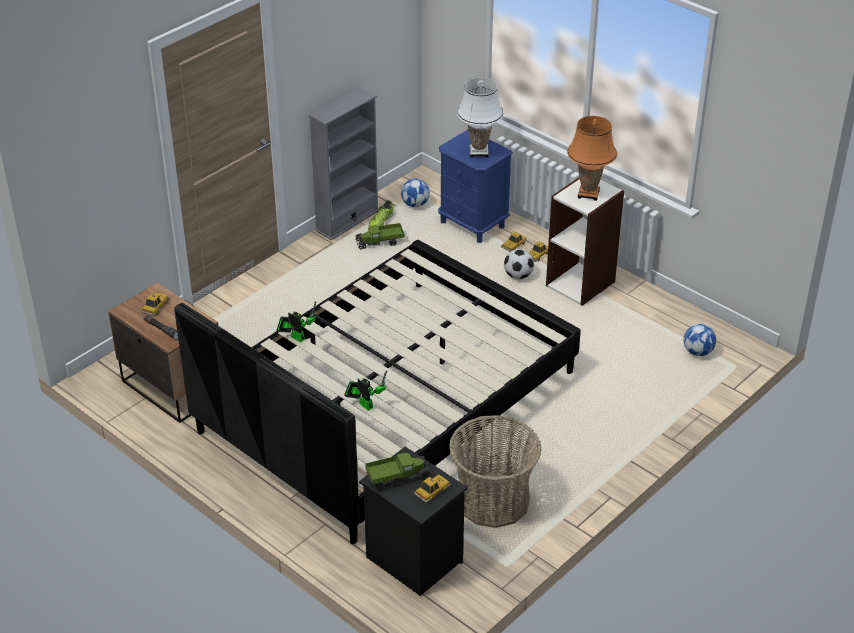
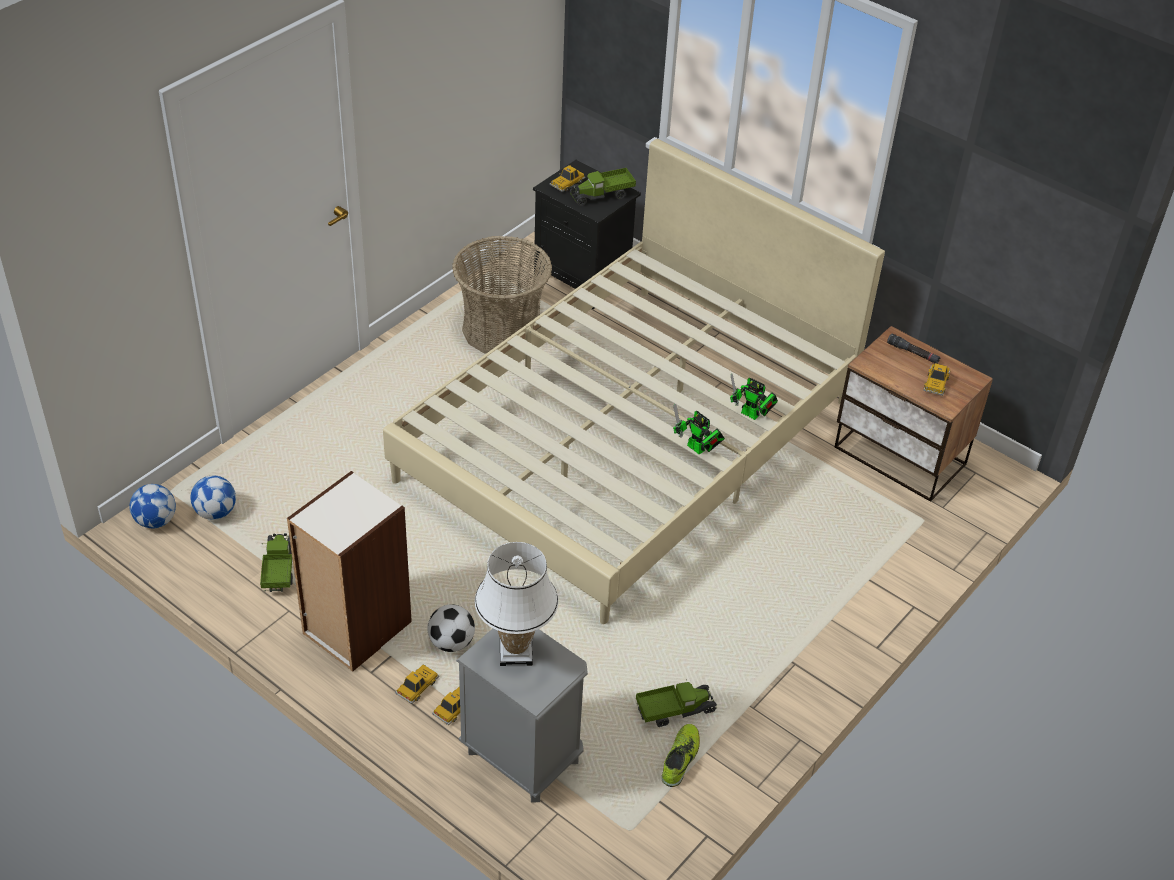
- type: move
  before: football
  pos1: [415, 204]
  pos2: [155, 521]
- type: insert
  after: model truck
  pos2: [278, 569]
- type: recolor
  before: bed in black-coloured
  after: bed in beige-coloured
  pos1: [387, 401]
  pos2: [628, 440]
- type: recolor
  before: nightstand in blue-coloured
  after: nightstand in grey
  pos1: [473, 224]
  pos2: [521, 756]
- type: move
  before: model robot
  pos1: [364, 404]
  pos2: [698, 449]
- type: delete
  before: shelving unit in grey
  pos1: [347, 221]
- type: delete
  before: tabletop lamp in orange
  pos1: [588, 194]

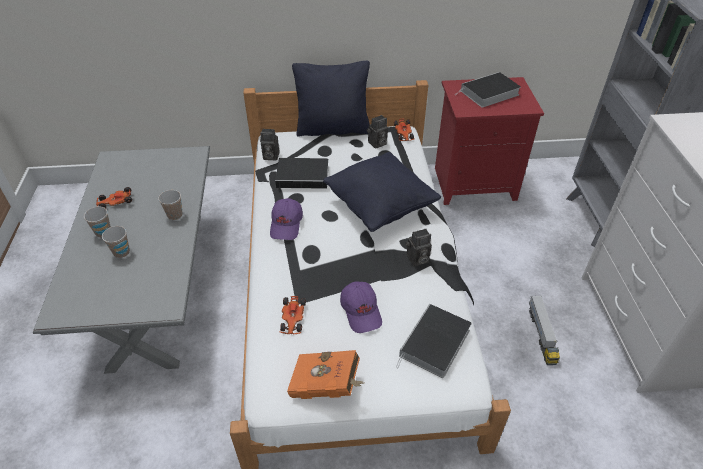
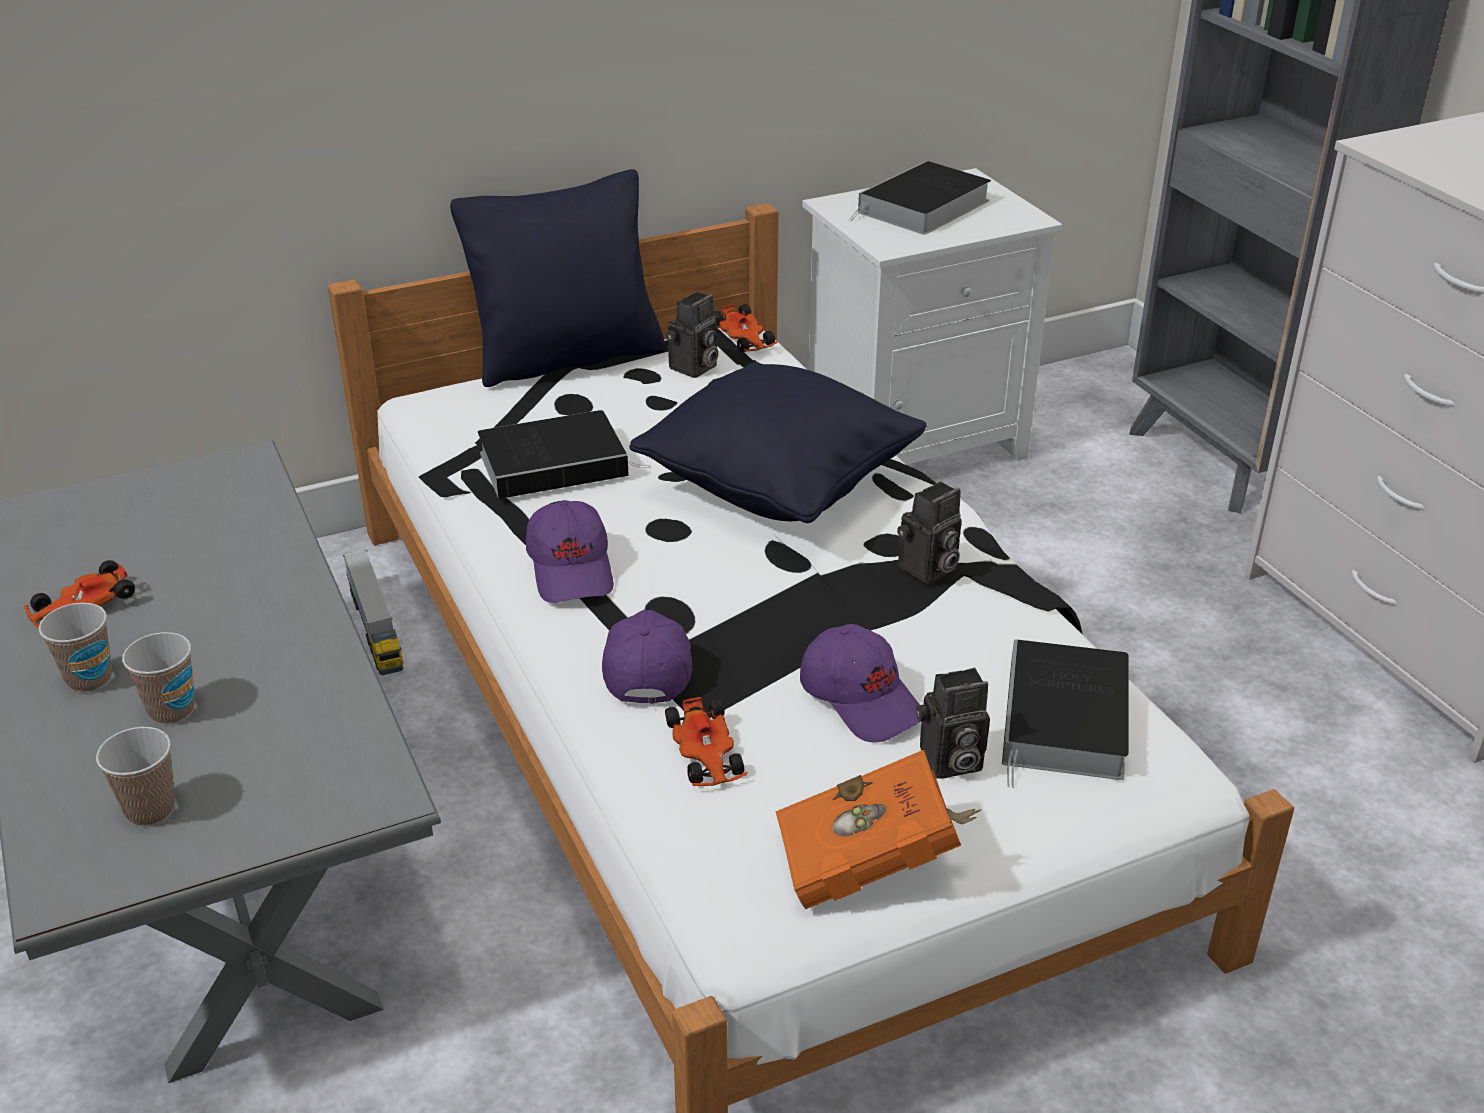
- type: move
  before: drinking cup
  pos1: [175, 215]
  pos2: [150, 810]
- type: move
  before: model truck
  pos1: [541, 334]
  pos2: [375, 628]
- type: insert
  after: baseball cap in purplish
  pos2: [647, 667]
- type: recolor
  before: nightstand in reddish
  after: nightstand in whitish
  pos1: [475, 183]
  pos2: [915, 443]
- type: move
  before: still camera
  pos1: [270, 156]
  pos2: [949, 762]

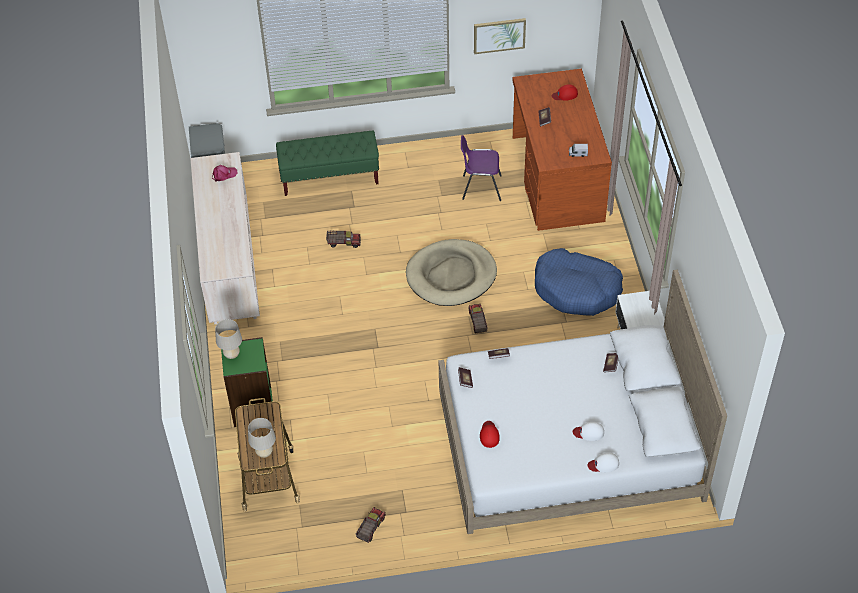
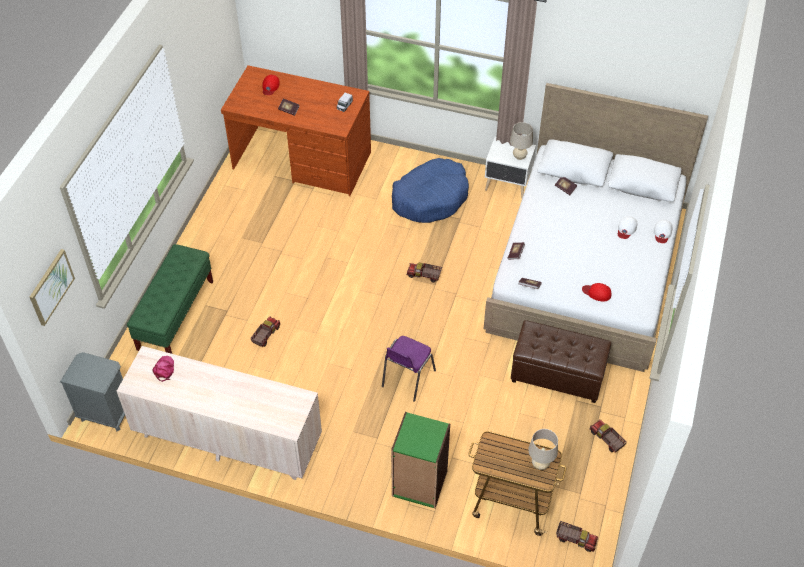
- type: move
  before: wall art
  pos1: [499, 35]
  pos2: [51, 286]
- type: move
  before: plain chair in purplish
  pos1: [480, 187]
  pos2: [407, 379]
- type: move
  before: tabletop lamp in beige-coloured
  pos1: [232, 355]
  pos2: [519, 157]
- type: insert
  after: pouffe in brown
  pos2: [557, 375]
- type: insert
  after: model truck
  pos2: [575, 539]
- type: delete
  before: dog bed in beige-coloured
  pos1: [451, 275]

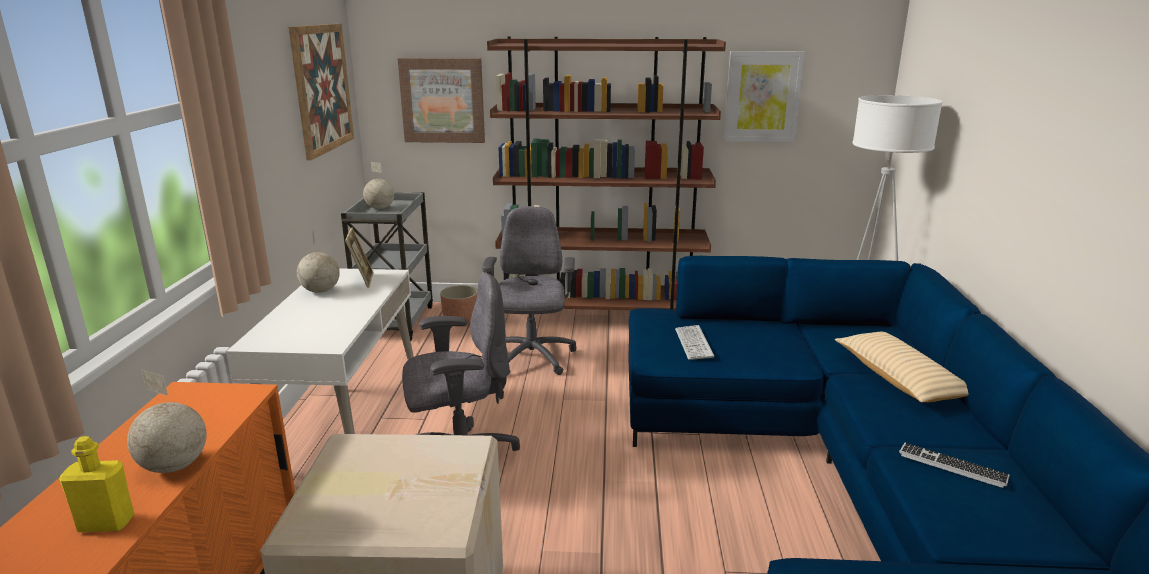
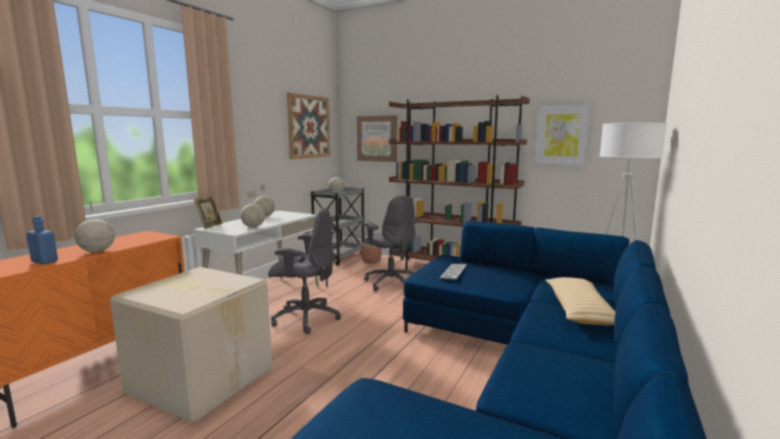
- type: recolor
  before: beverage bottle in yellowish
  after: beverage bottle in blue-coloured
  pos1: [106, 523]
  pos2: [44, 261]
- type: move
  before: picture frame
  pos1: [362, 280]
  pos2: [210, 226]
- type: insert
  after: globe
  pos2: [254, 227]
- type: rotate
  before: computer chair in grey
  pos1: [531, 358]
  pos2: [391, 282]
  turn: 120
- type: delete
  before: PC keyboard
  pos1: [952, 466]

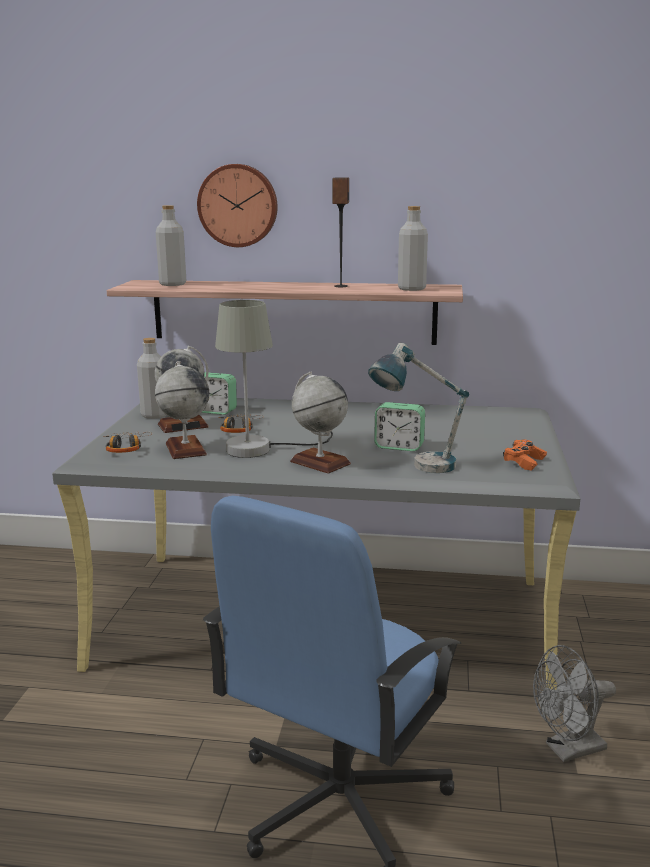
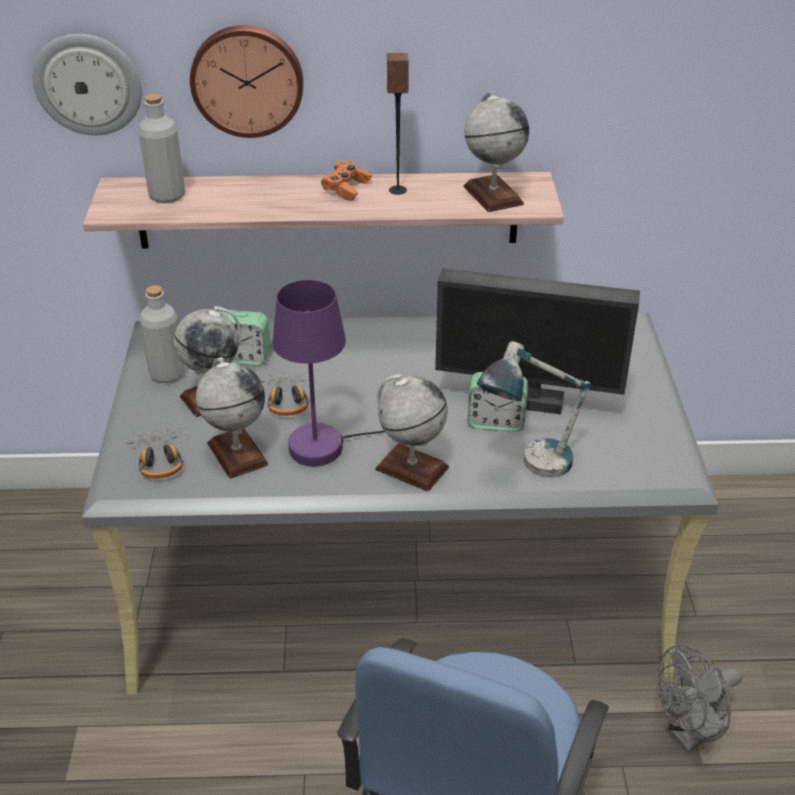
- type: insert
  after: wall clock
  pos2: [88, 84]
- type: recolor
  before: tabletop lamp in grey
  after: tabletop lamp in purplish
  pos1: [261, 448]
  pos2: [331, 442]
- type: move
  before: gamepad in orange
  pos1: [524, 462]
  pos2: [346, 189]
- type: insert
  after: computer display
  pos2: [527, 401]
- type: replace
  before: beverage bottle in grey
  after: globe
  pos1: [411, 289]
  pos2: [492, 195]

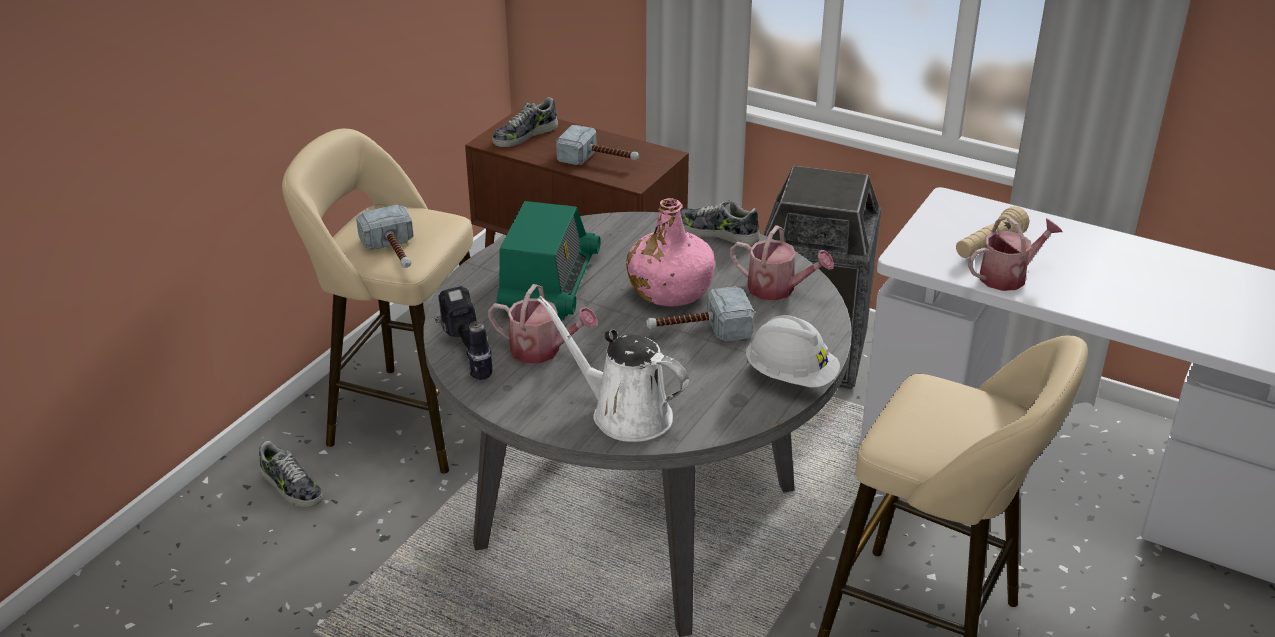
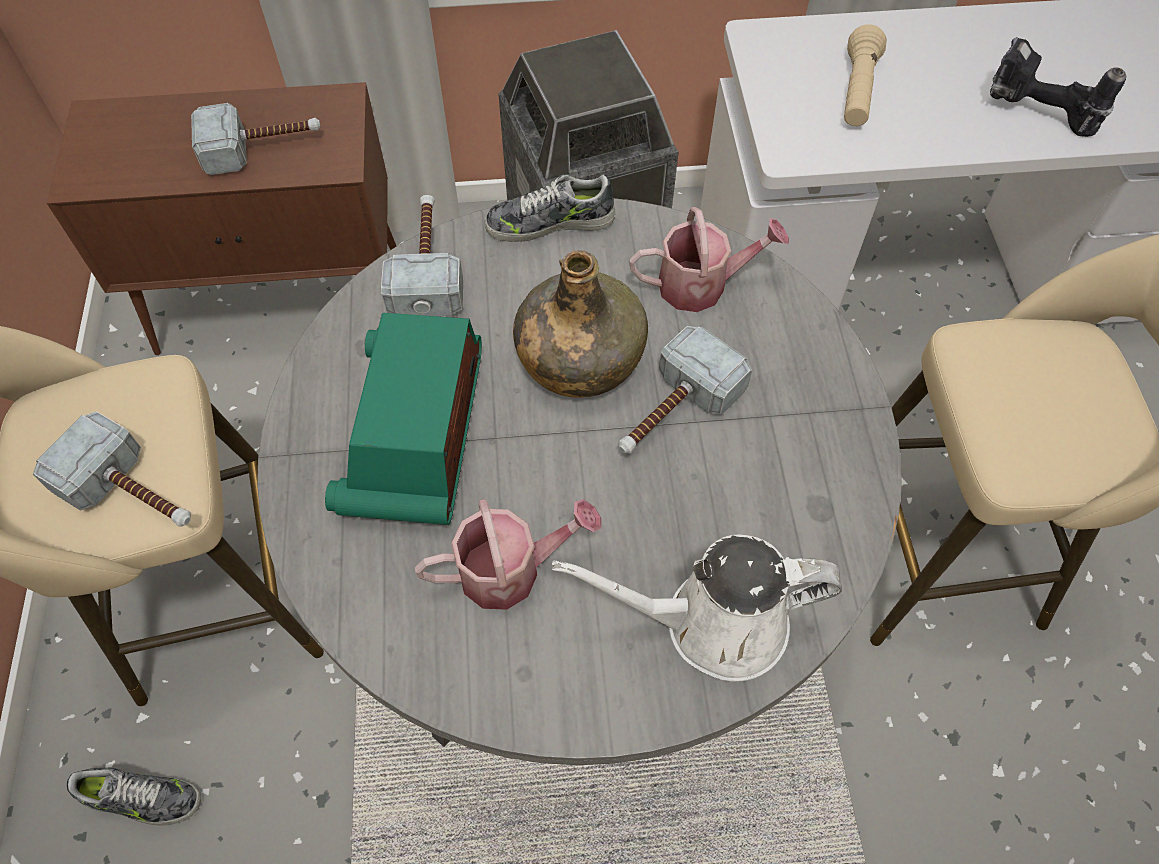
- type: rotate
  before: radio
  pos1: [549, 284]
  pos2: [415, 435]
  turn: -150
- type: insert
  after: tool hammer
  pos2: [427, 265]
- type: recolor
  before: beverage bottle in pink-coloured
  after: beverage bottle in greenish
  pos1: [670, 291]
  pos2: [579, 358]
- type: move
  before: drill
  pos1: [465, 353]
  pos2: [1034, 115]
- type: delete
  before: item of footwear
  pos1: [525, 135]
- type: delete
  before: hard hat in whitish
  pos1: [790, 376]
- type: delete
  before: sprinkling can
  pos1: [1008, 276]

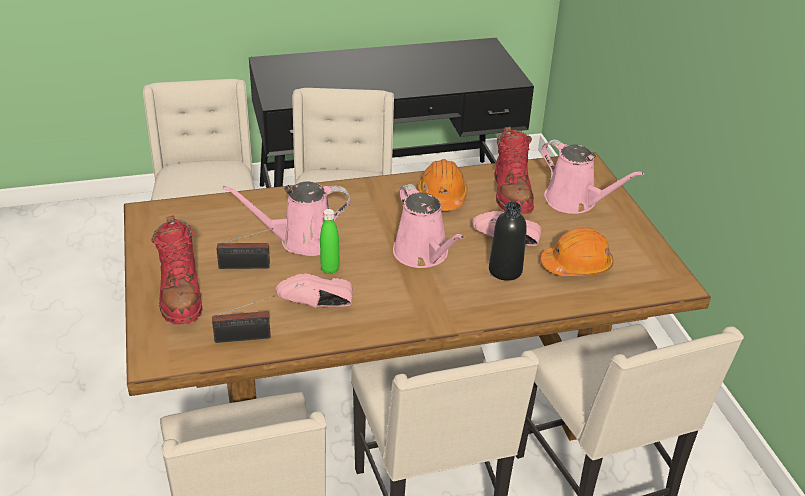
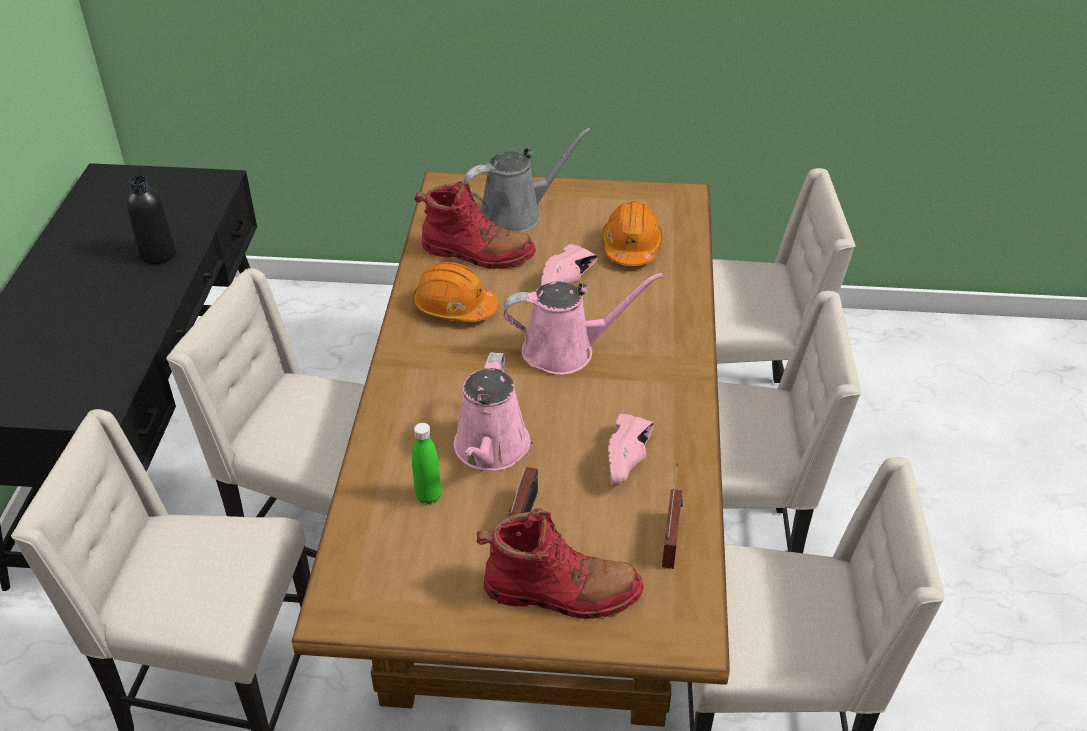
- type: move
  before: beverage bottle in black-coloured
  pos1: [505, 270]
  pos2: [158, 254]
- type: move
  before: beverage bottle in greenish
  pos1: [330, 269]
  pos2: [428, 496]
- type: recolor
  before: sprinkling can in pink-coloured
  after: sprinkling can in grey
  pos1: [574, 201]
  pos2: [516, 214]

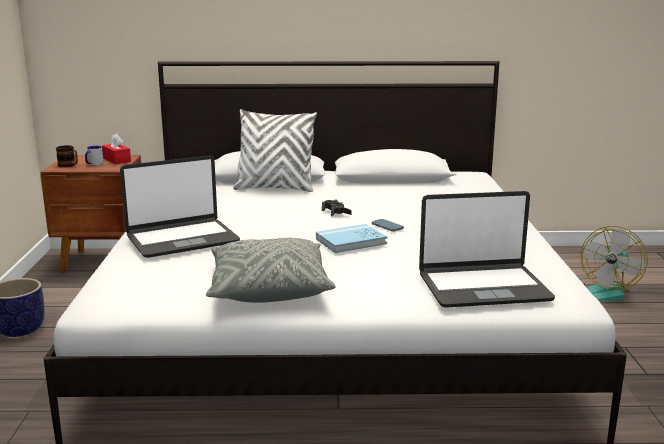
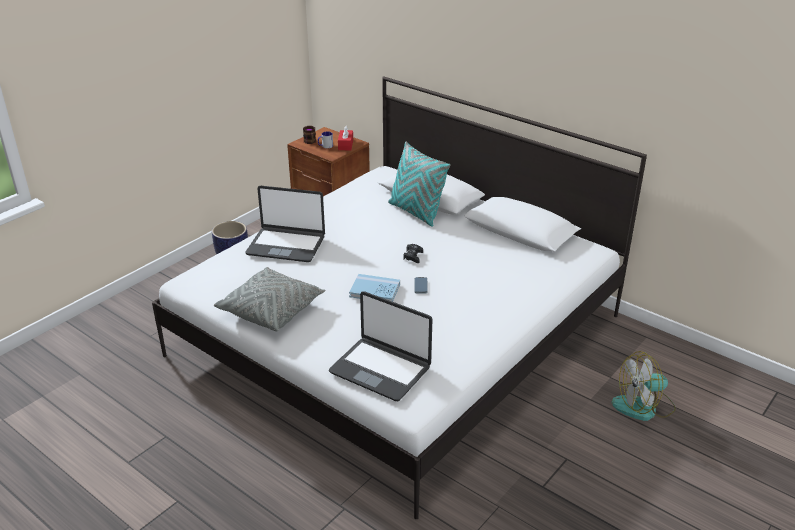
- type: recolor
  before: pillow in whitish
  after: pillow in turquoise-coloured
  pos1: [275, 188]
  pos2: [416, 212]

